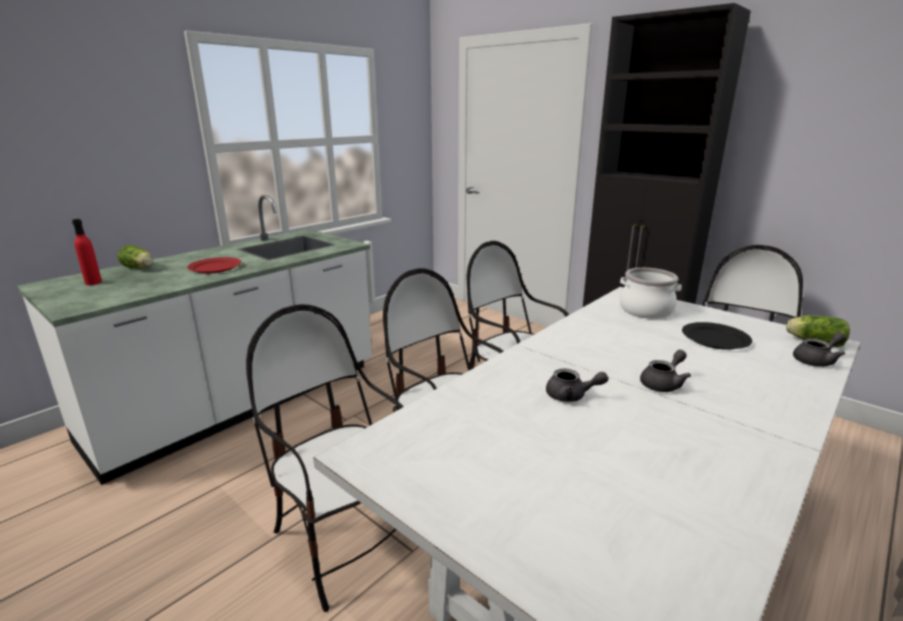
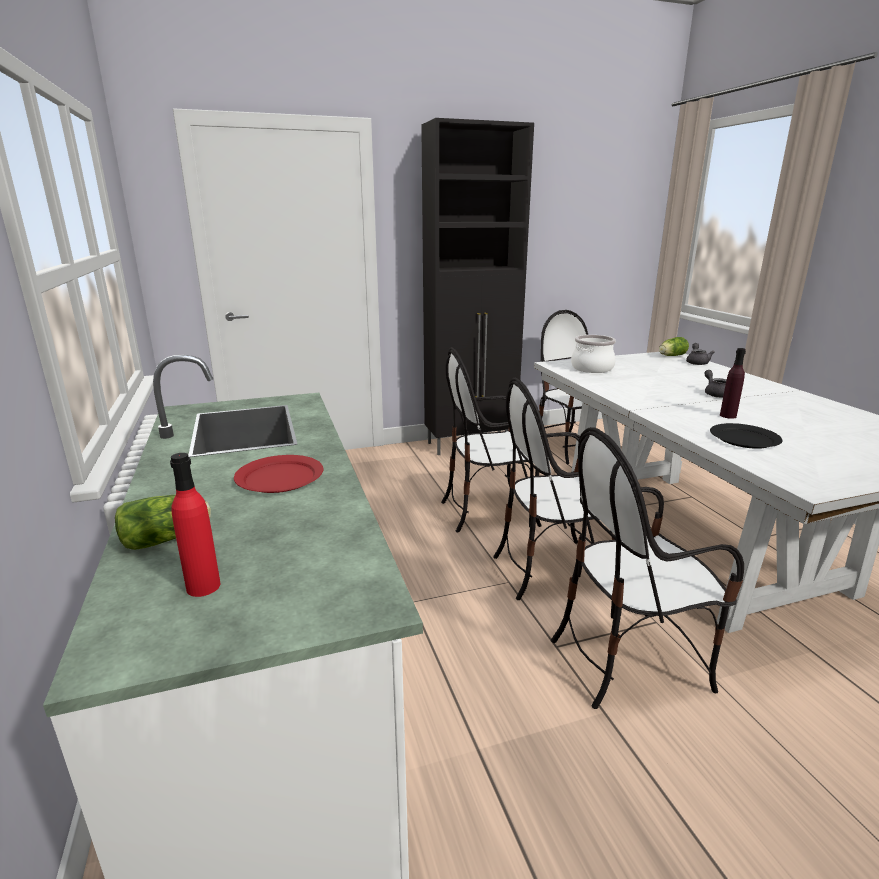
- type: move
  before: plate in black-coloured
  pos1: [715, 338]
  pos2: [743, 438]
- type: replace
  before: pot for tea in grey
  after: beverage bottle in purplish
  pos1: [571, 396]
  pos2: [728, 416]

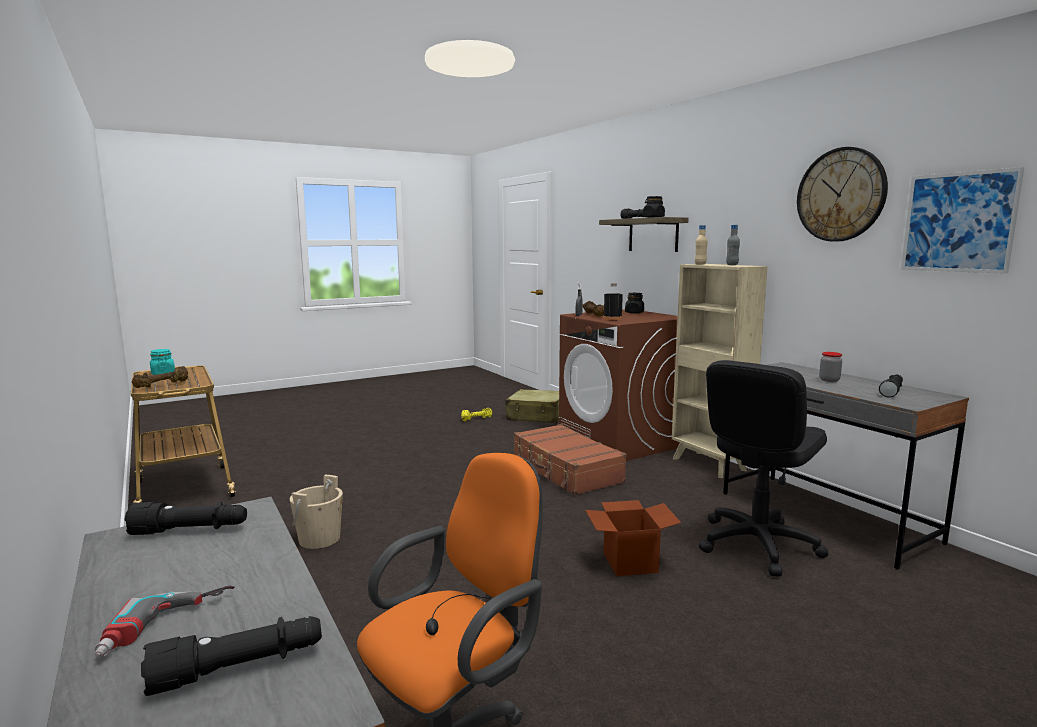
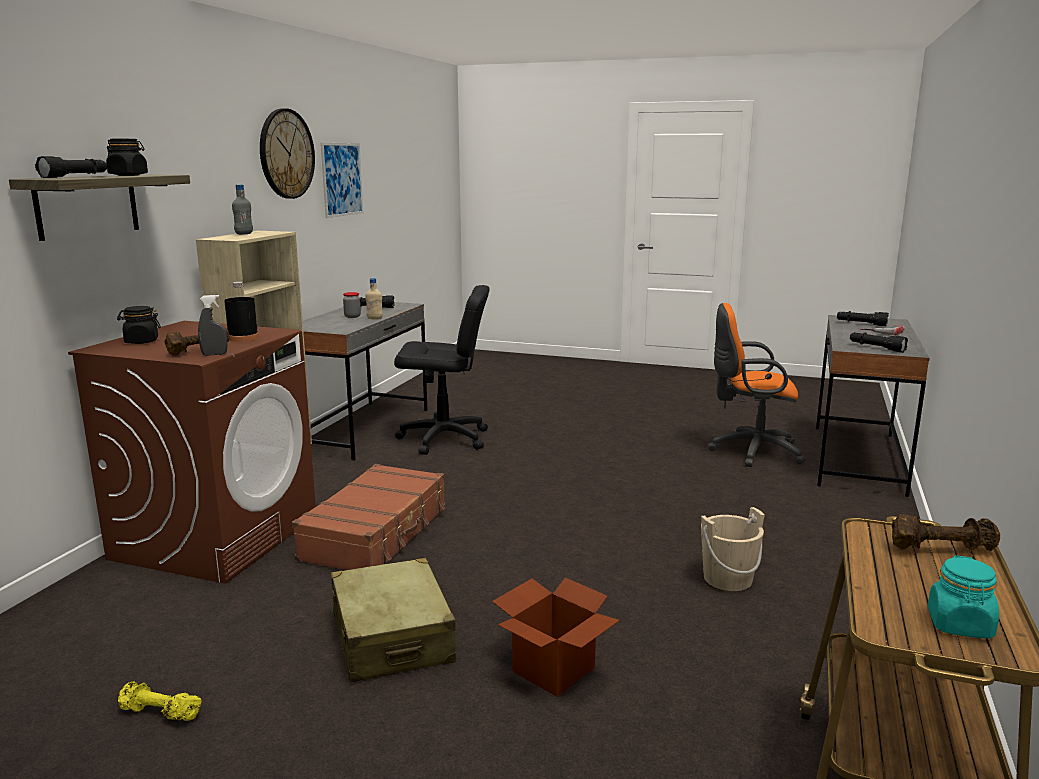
- type: move
  before: piece of luggage in beige-coloured
  pos1: [537, 416]
  pos2: [392, 638]
- type: move
  before: beverage bottle in beige-coloured
  pos1: [700, 264]
  pos2: [375, 318]
- type: move
  before: packing box
  pos1: [630, 562]
  pos2: [553, 669]

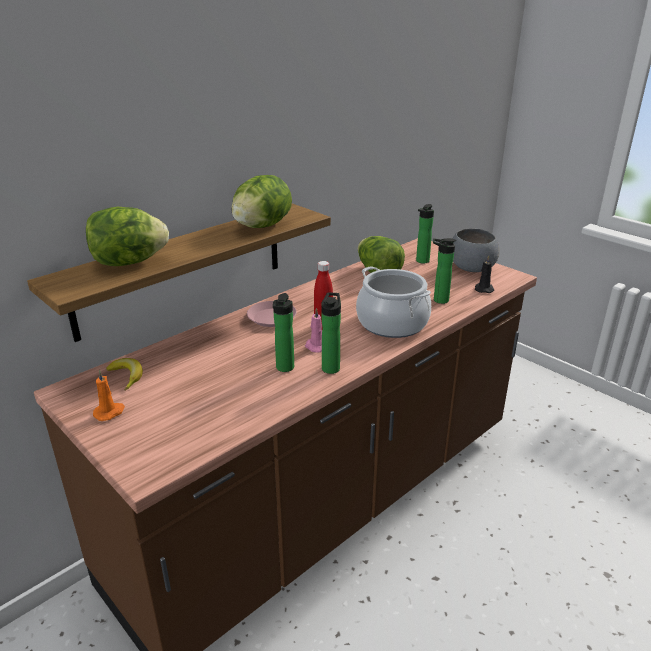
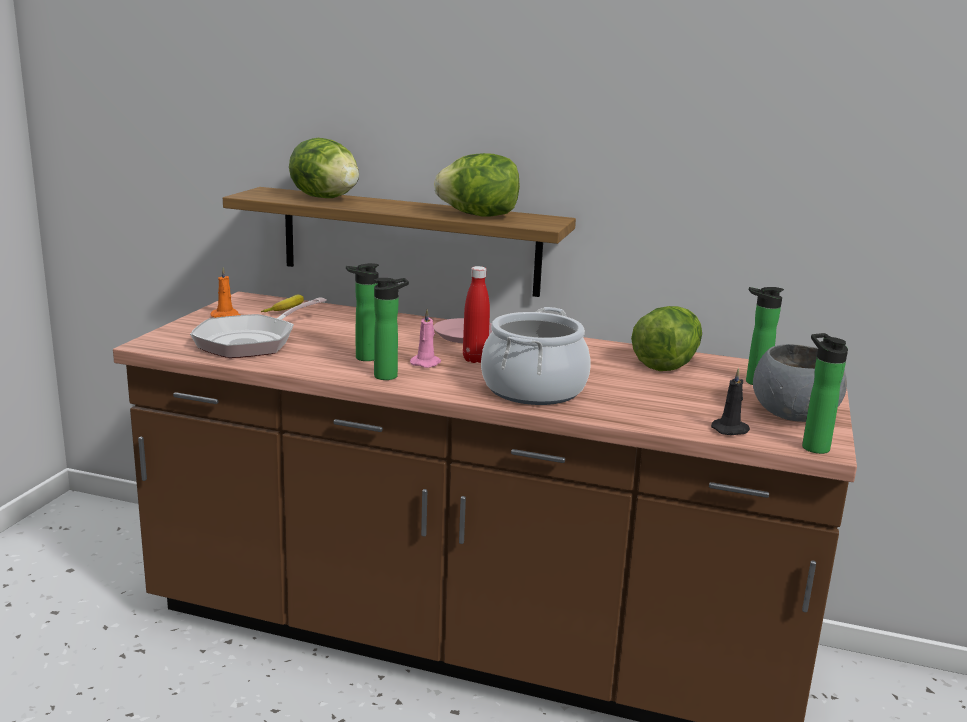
- type: insert
  after: skillet
  pos2: [251, 341]
- type: move
  before: beverage bottle
  pos1: [438, 300]
  pos2: [812, 446]

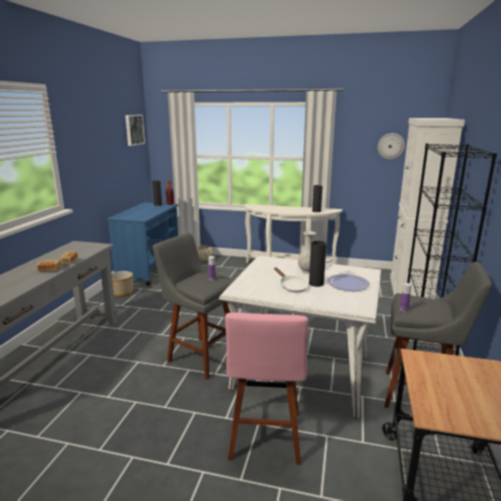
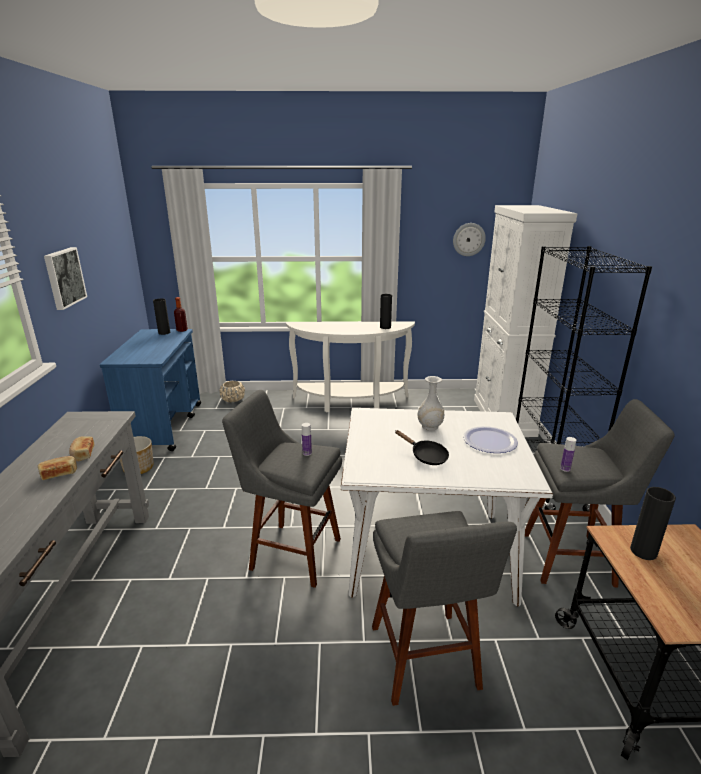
- type: move
  before: wall art
  pos1: [134, 129]
  pos2: [63, 277]
- type: recolor
  before: sitting stool in pink-coloured
  after: sitting stool in grey
  pos1: [265, 439]
  pos2: [425, 662]
- type: recolor
  before: skillet in whitish
  after: skillet in black-coloured
  pos1: [291, 287]
  pos2: [426, 456]
- type: move
  before: decorative vase in black-coloured
  pos1: [316, 283]
  pos2: [643, 551]

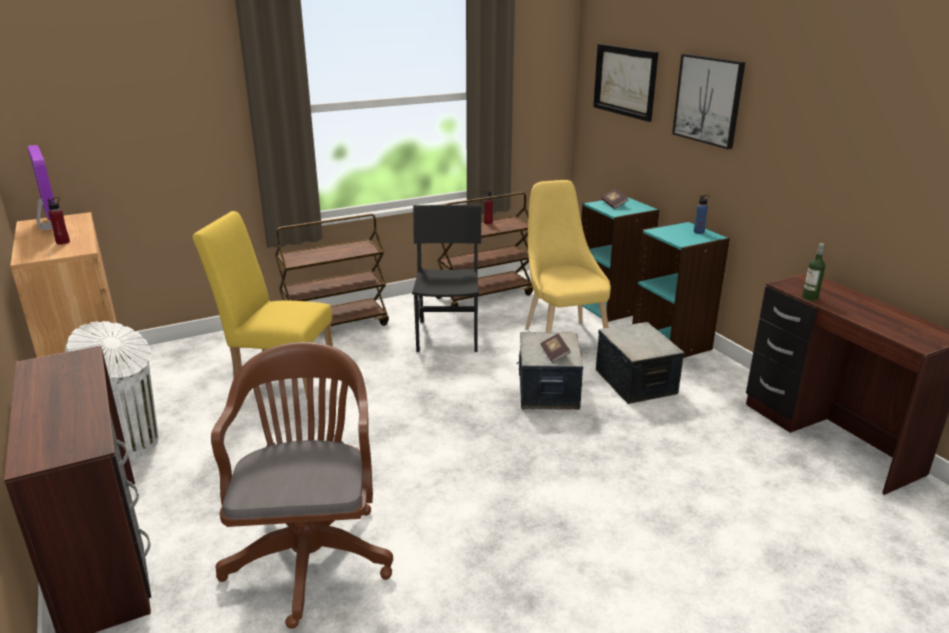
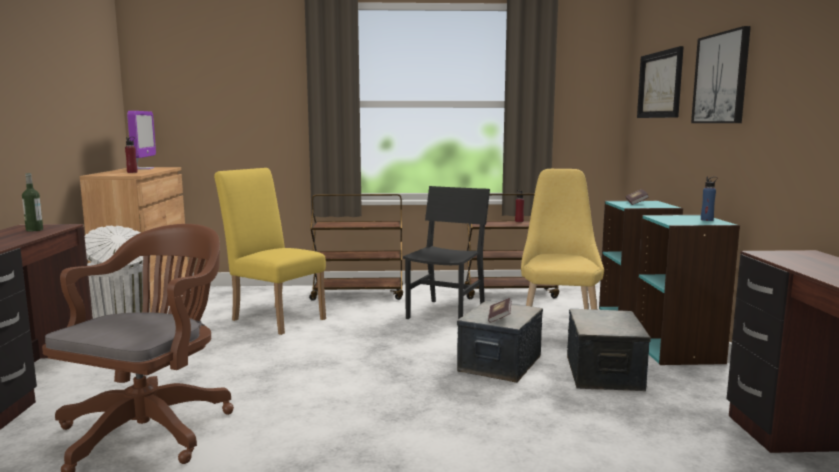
- type: move
  before: beverage bottle
  pos1: [810, 298]
  pos2: [34, 230]

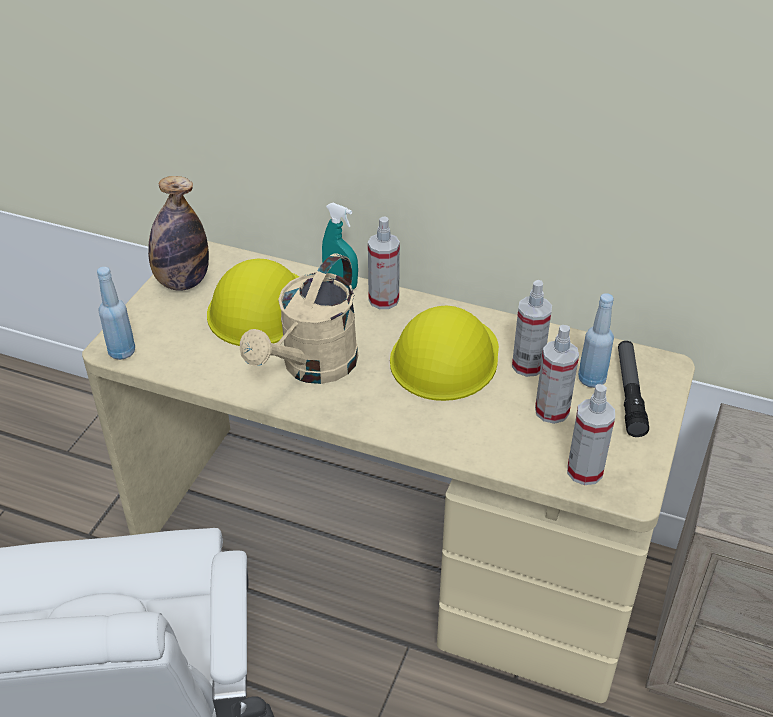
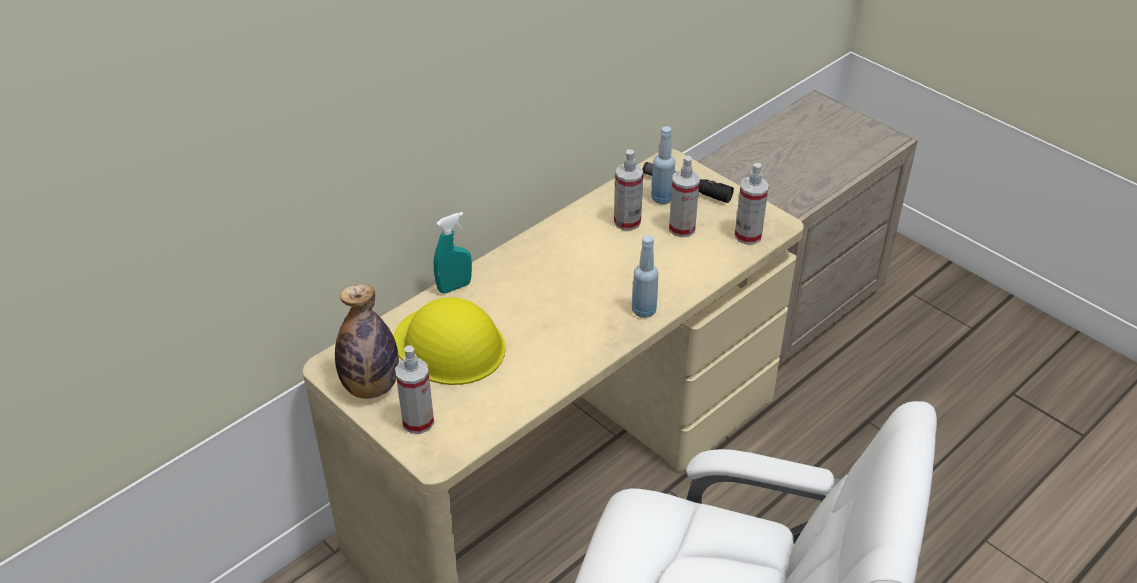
- type: move
  before: spray bottle
  pos1: [383, 300]
  pos2: [418, 422]
- type: move
  before: beverage bottle in blue-coloured
  pos1: [122, 352]
  pos2: [643, 310]
- type: delete
  before: sprinkling can in beige-coloured
  pos1: [312, 368]
- type: delete
  before: hard hat in yellowish
  pos1: [445, 357]

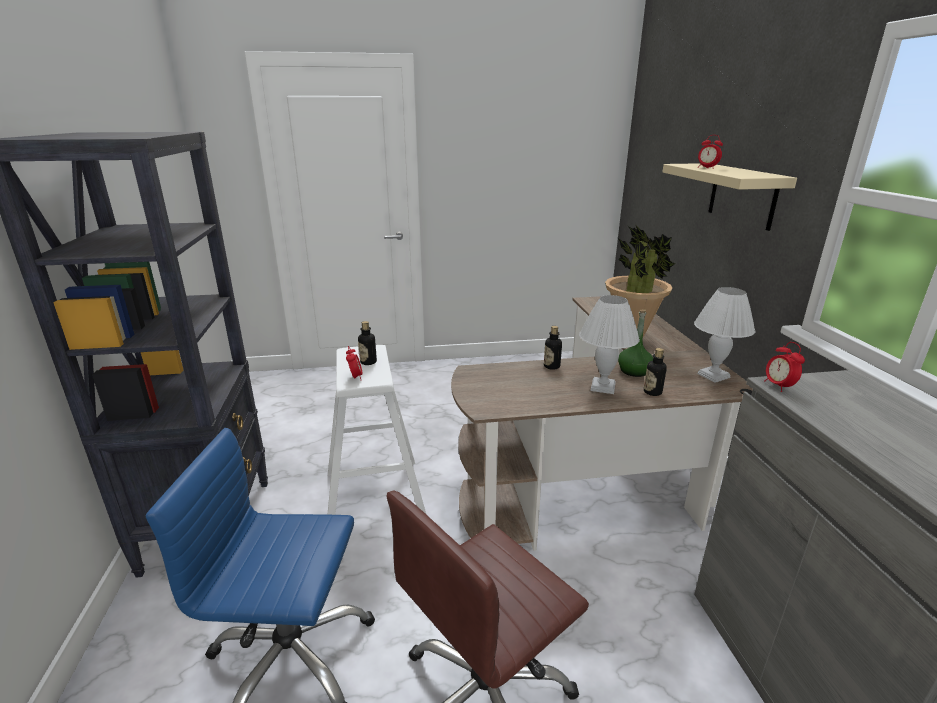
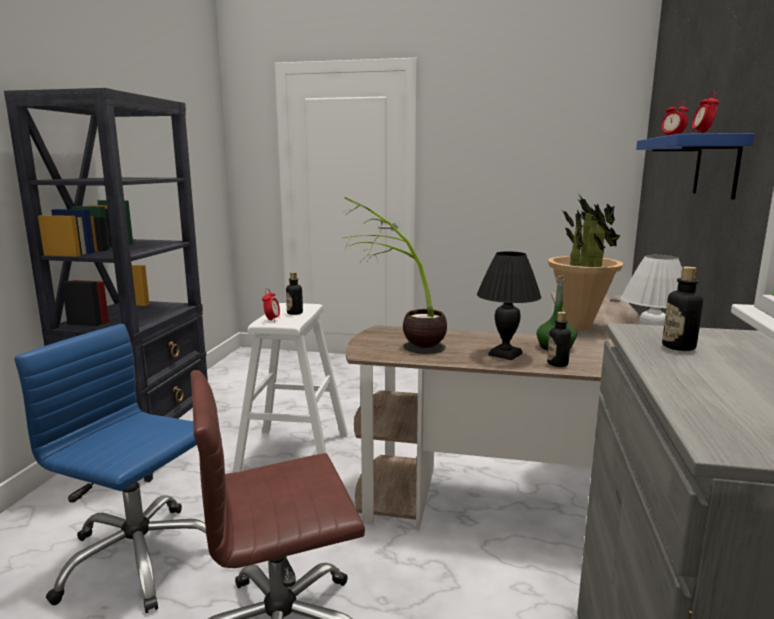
- type: insert
  after: plant in a pot
  pos2: [399, 344]
- type: recolor
  before: tabletop lamp in whitish
  after: tabletop lamp in black-coloured
  pos1: [603, 387]
  pos2: [505, 354]
- type: recolor
  before: wall shelf in beige-coloured
  after: wall shelf in blue-coloured
  pos1: [742, 195]
  pos2: [716, 166]
- type: move
  before: beverage bottle
  pos1: [551, 366]
  pos2: [678, 347]
- type: move
  before: alarm clock
  pos1: [778, 386]
  pos2: [702, 134]

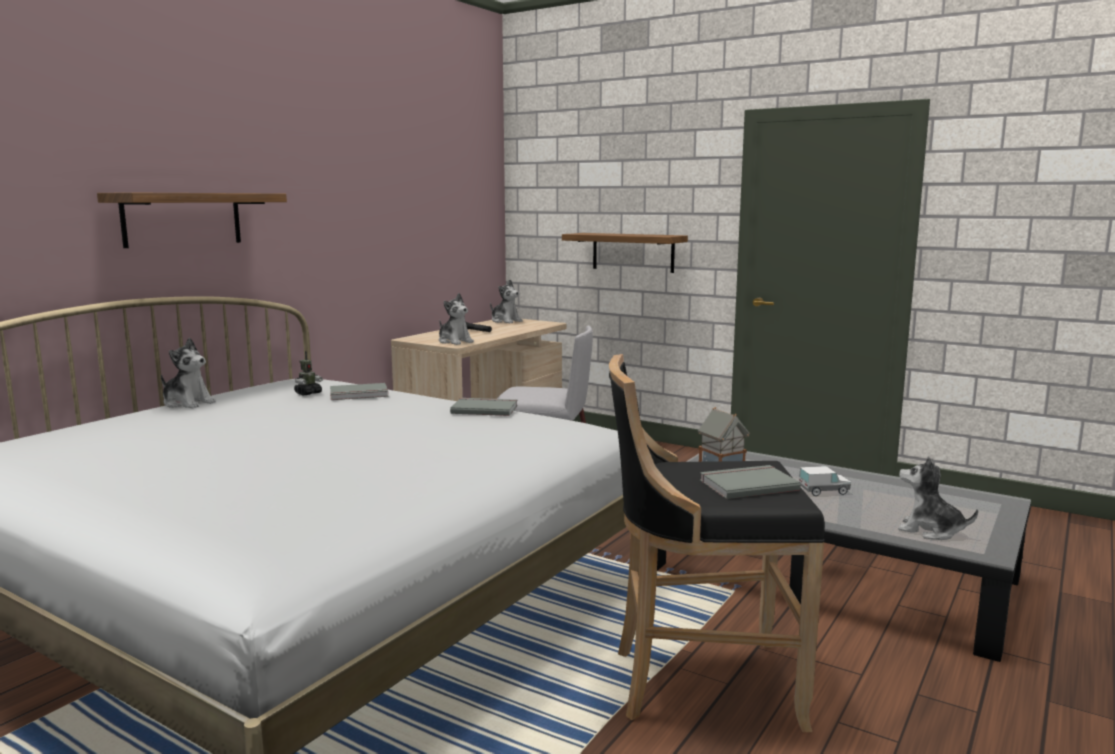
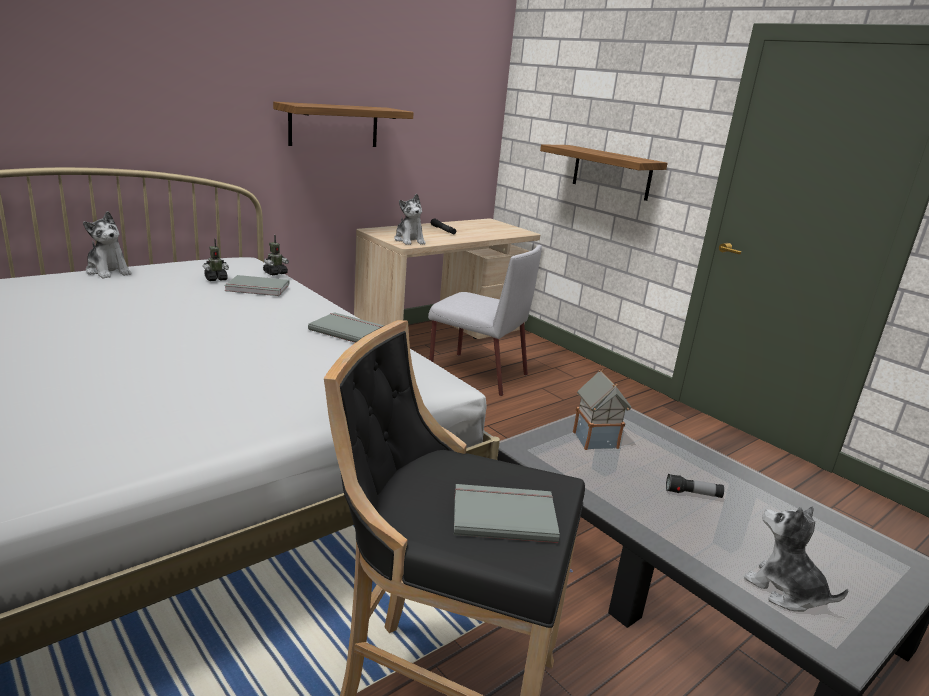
- type: insert
  after: model robot
  pos2: [275, 273]
- type: move
  before: wall shelf
  pos1: [182, 219]
  pos2: [334, 125]
- type: replace
  before: model truck
  after: flashlight
  pos1: [823, 491]
  pos2: [693, 494]
- type: delete
  before: plush toy
  pos1: [505, 321]

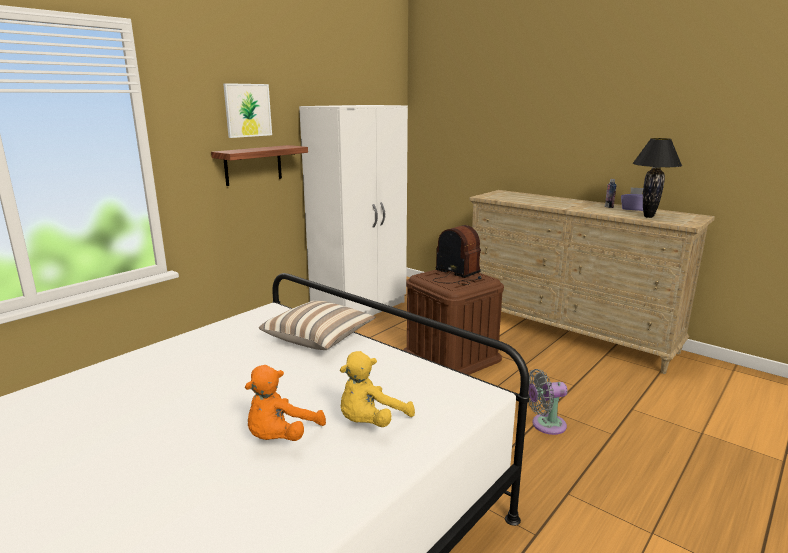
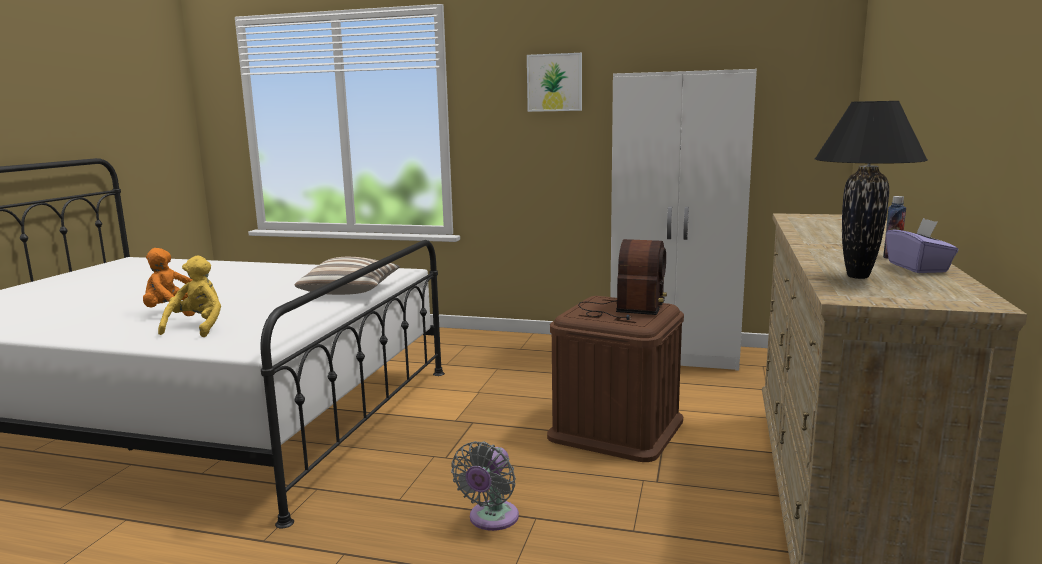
- type: rotate
  before: plush toy in yellowish
  pos1: [371, 422]
  pos2: [198, 327]
  turn: 75
- type: rotate
  before: fan in grey
  pos1: [545, 425]
  pos2: [491, 519]
  turn: -120
- type: delete
  before: wall shelf
  pos1: [253, 165]

